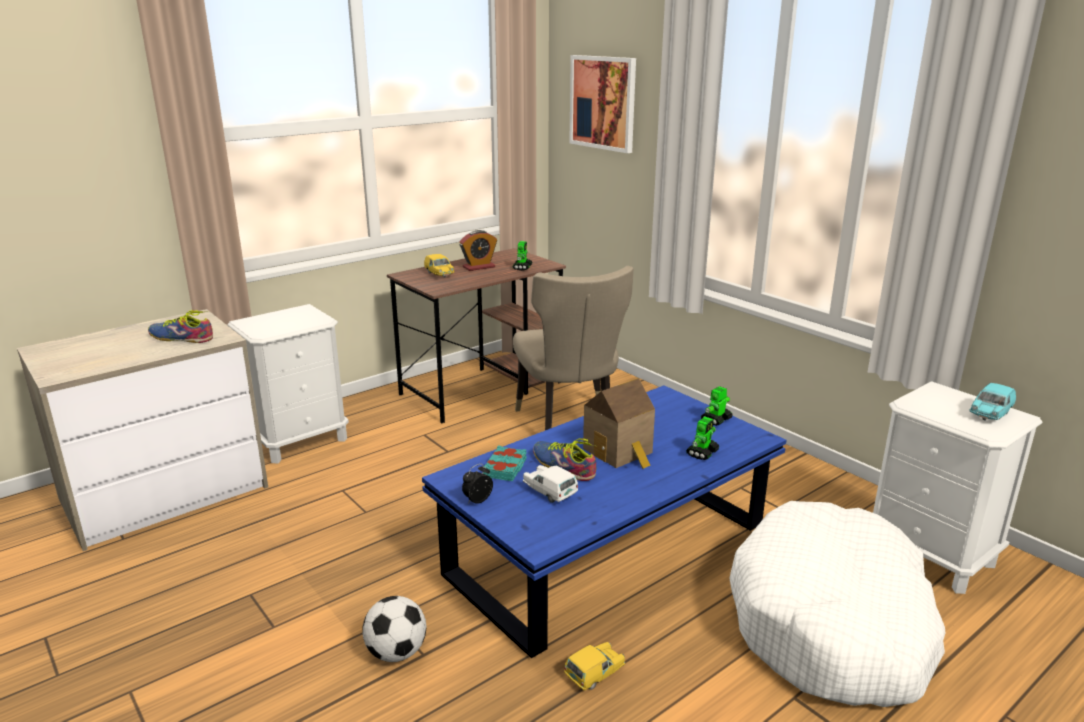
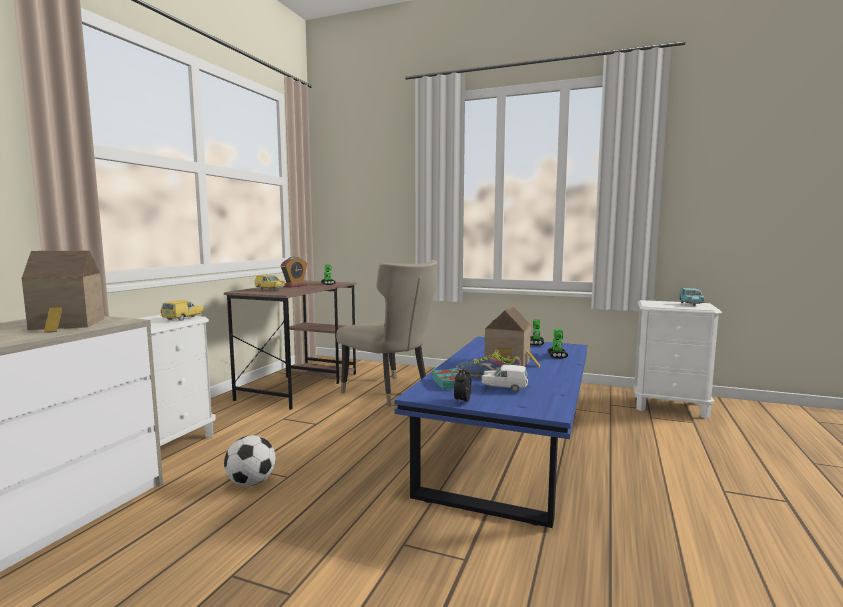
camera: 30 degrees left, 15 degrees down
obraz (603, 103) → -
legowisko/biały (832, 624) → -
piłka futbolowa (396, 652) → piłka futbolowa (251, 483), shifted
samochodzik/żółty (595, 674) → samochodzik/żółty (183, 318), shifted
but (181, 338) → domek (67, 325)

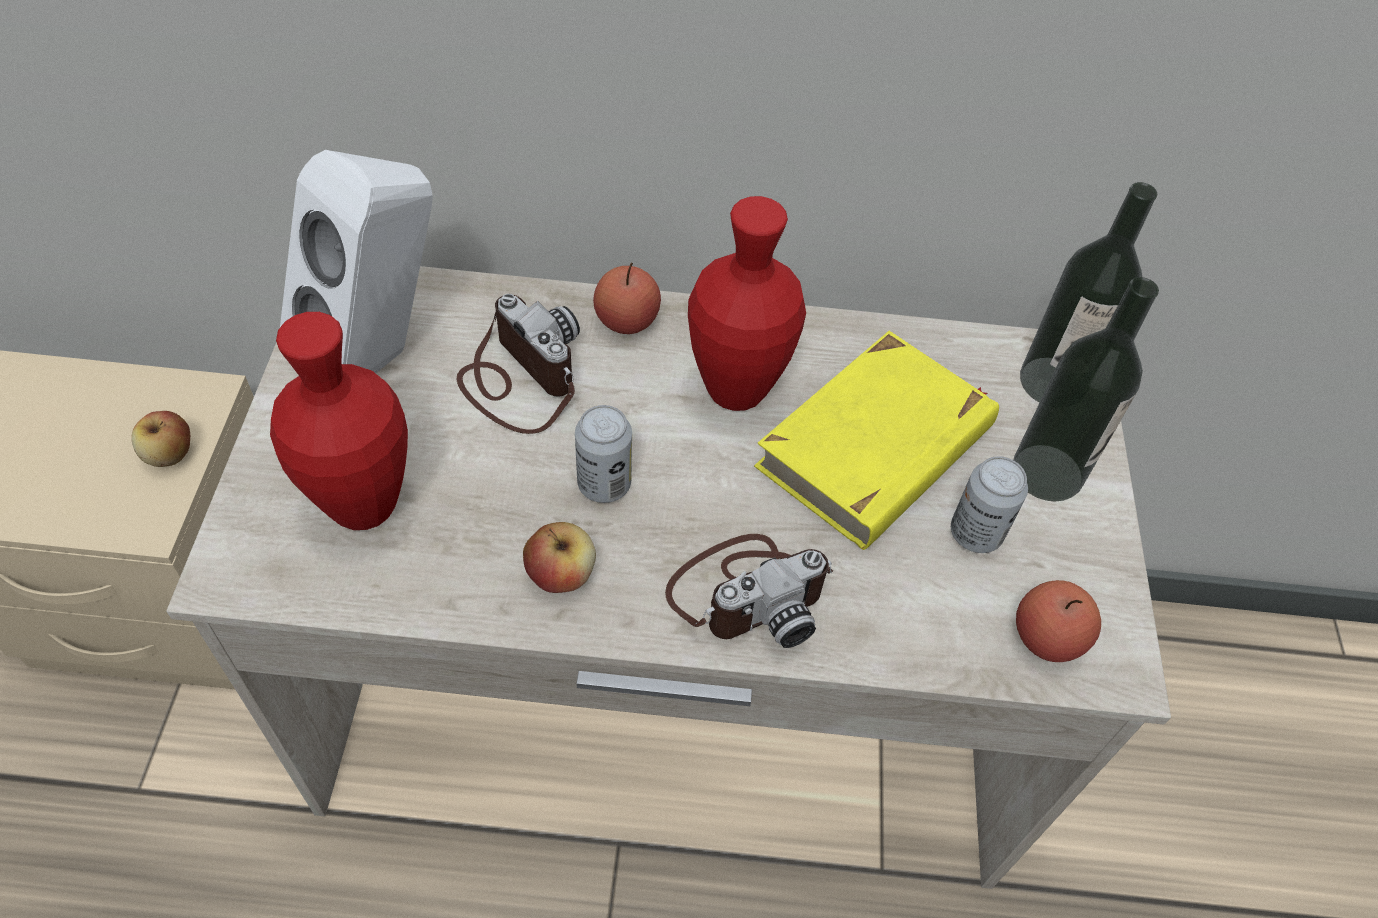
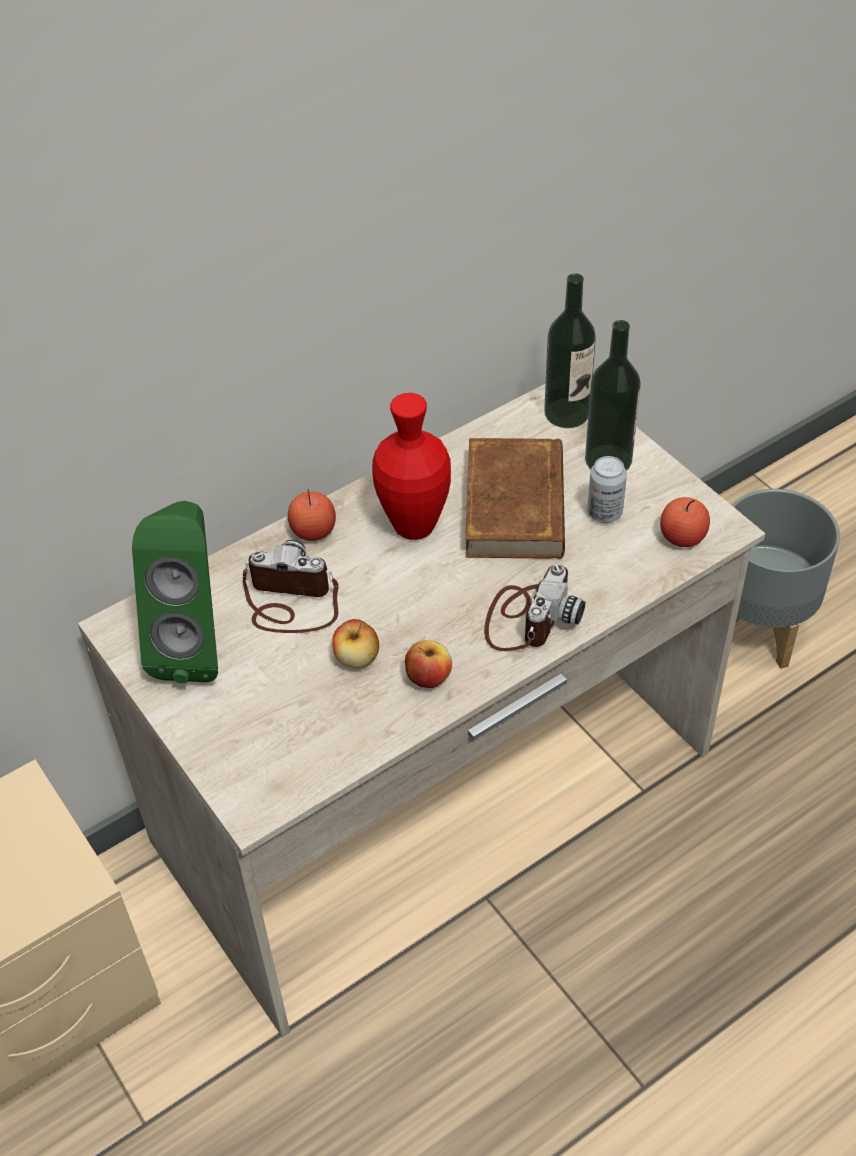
camera: 35 degrees left, 5 degrees down
wazon/czerwony (364, 506) → -
puszka (604, 484) → -
- → donica/szary (760, 628)
jabłko (170, 454) → jabłko (357, 658), shifted
głośnik/biały (382, 356) → głośnik/zielony (196, 645)
książka/żółty (877, 448) → książka/brązowy (516, 505)

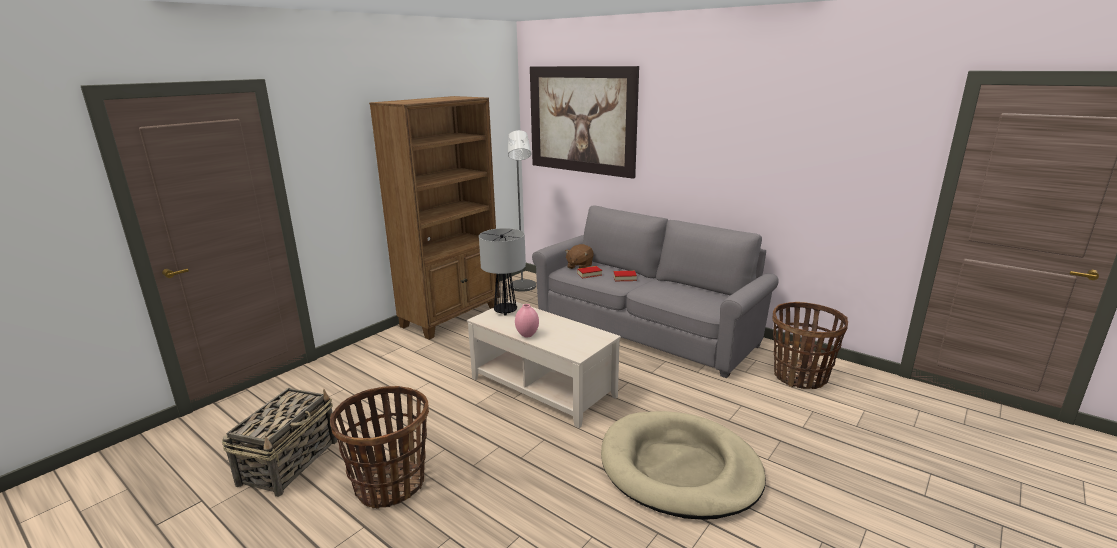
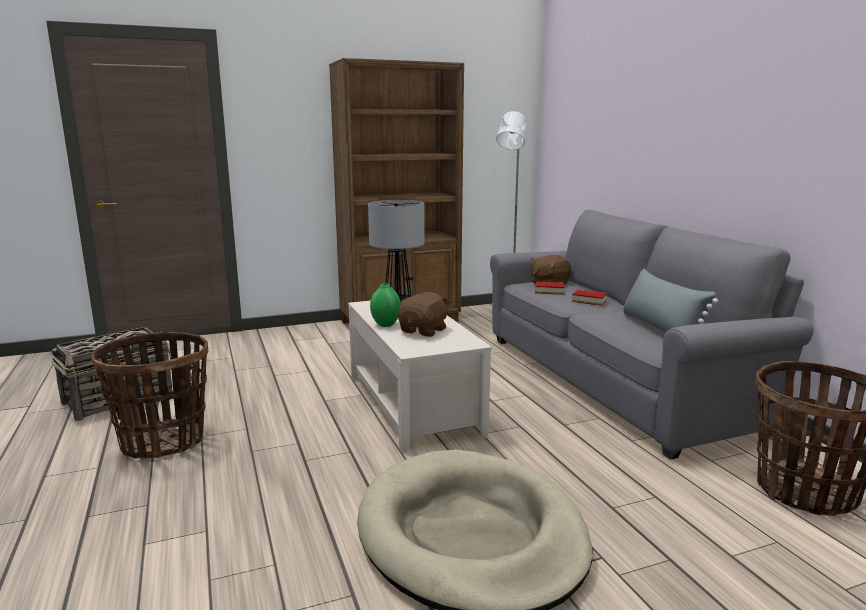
camera: 30 degrees right, 5 degrees down
obraz (581, 120) → -
- → pluszak/brązowy (424, 331)
- → poduszka/szary (660, 329)
wazon/różowy (527, 335) → wazon/zielony (385, 324)

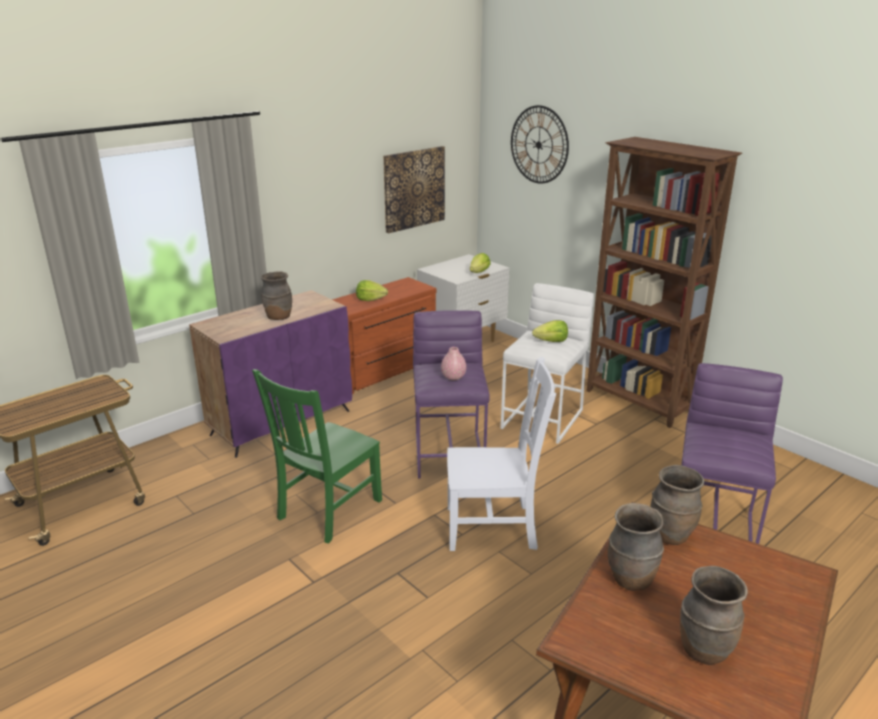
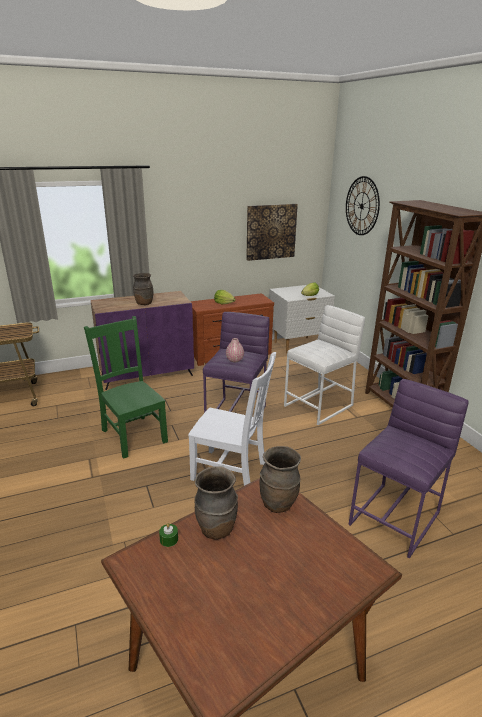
camera: 20 degrees right, 0 degrees up
sałata (551, 341) → -
wazon/brązowy (704, 649) → -
- → świeca/zielony (169, 539)
krzesło/zielony (327, 511) → krzesło/zielony (133, 434), 90 degrees clockwise

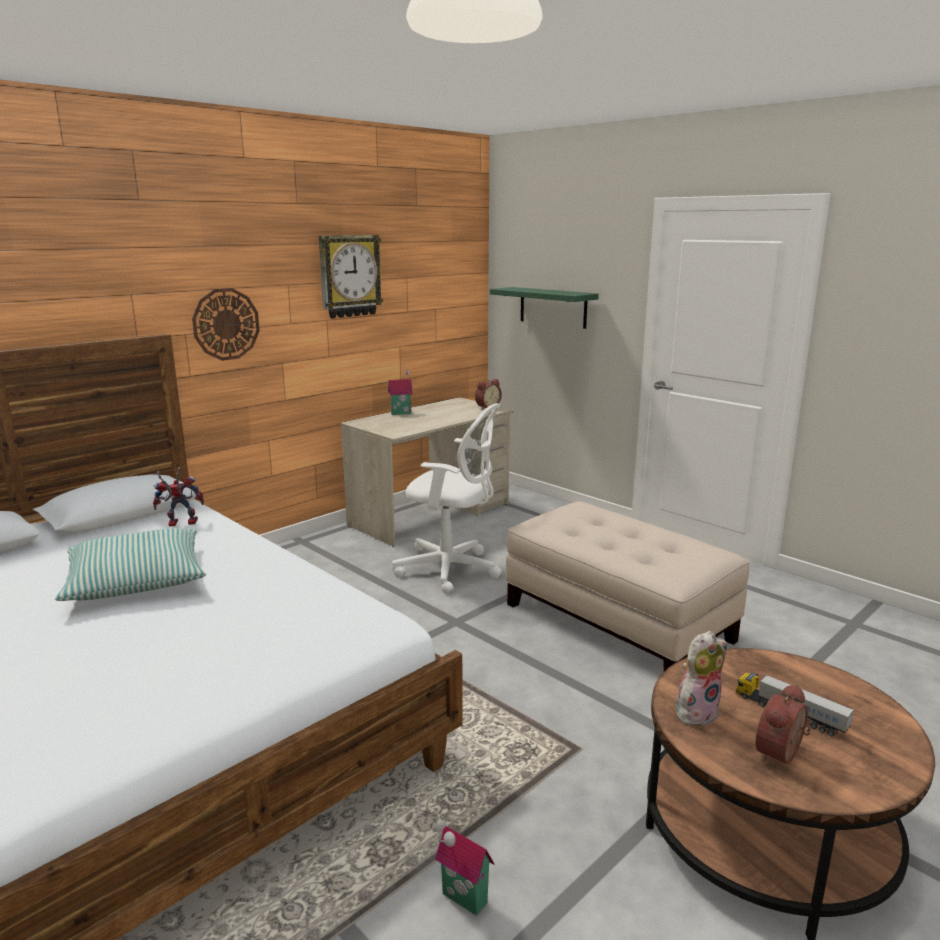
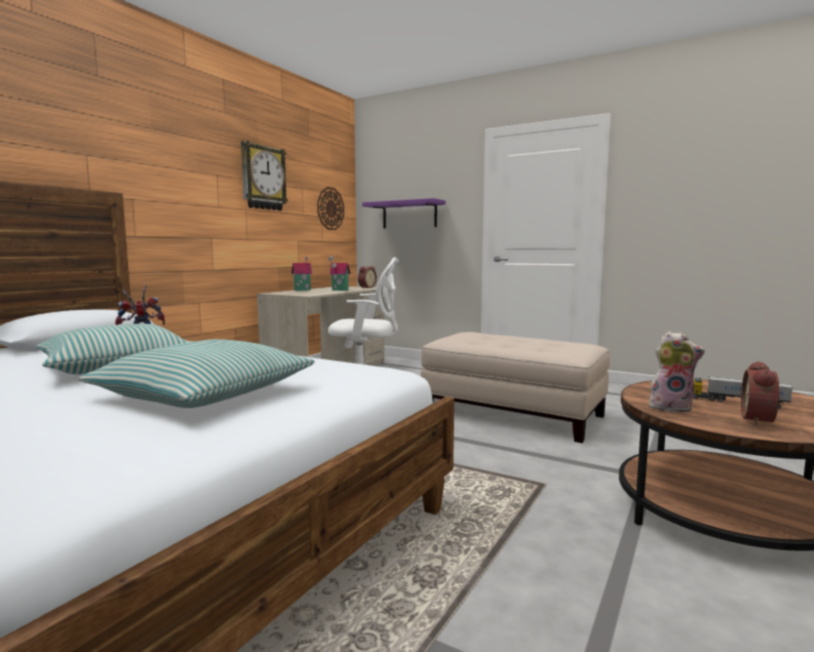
camera: 15 degrees left, 10 degrees down
- → poduszka (204, 394)
zegar ścienny (226, 324) → zegar ścienny (330, 208), shifted
domek (462, 900) → domek (339, 290), shifted
półka/zielony (553, 307) → półka/fioletowy (409, 215)
pluszak (696, 712) → pluszak (671, 407), 60 degrees clockwise

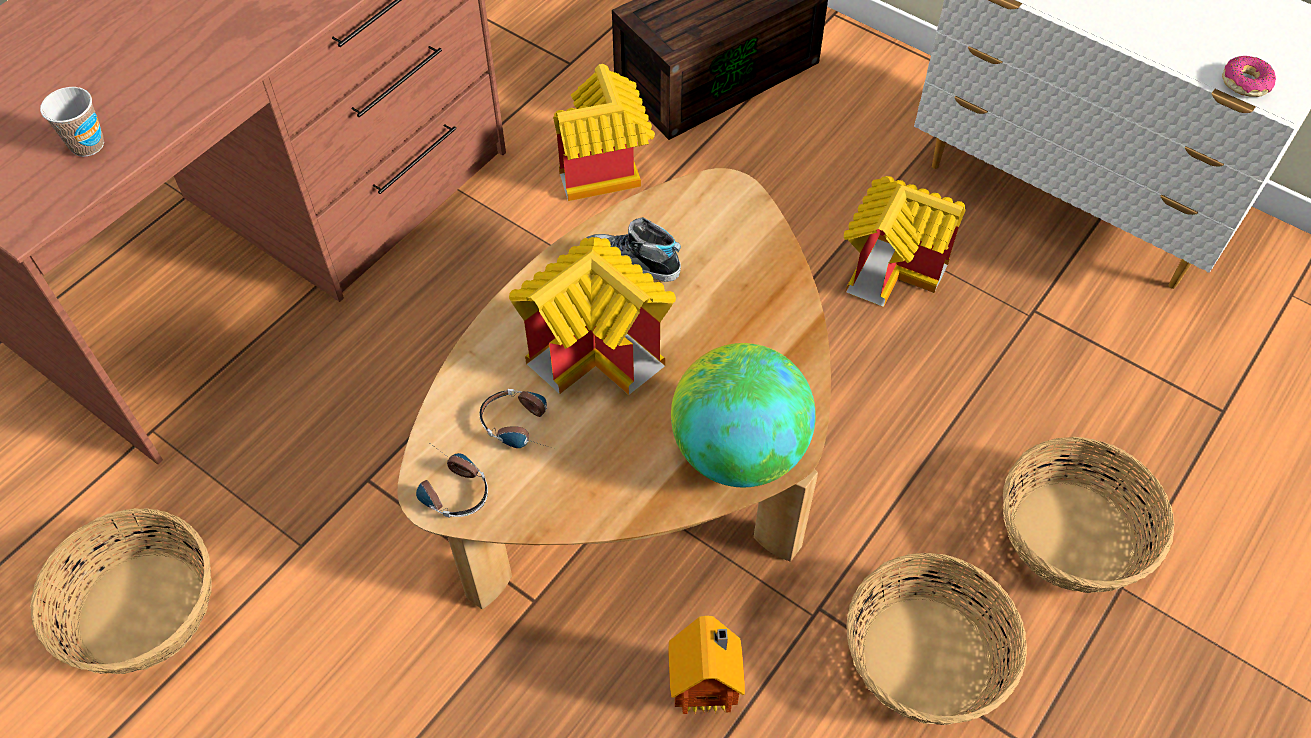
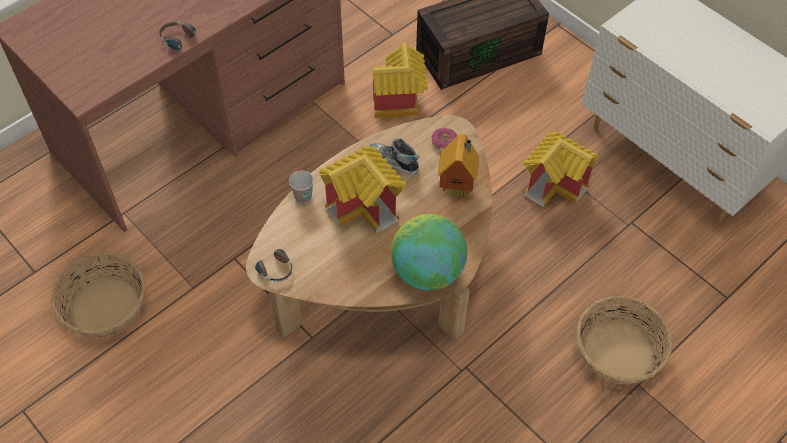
camera: 10 degrees right, 0 degrees up
koszyk (925, 658) → -
filiżanka (87, 145) → filiżanka (303, 196), shifted
słuchawki (524, 426) → słuchawki (182, 41), shifted
domek (707, 692) → domek (458, 188), shifted
donut (1245, 83) → donut (444, 142), shifted

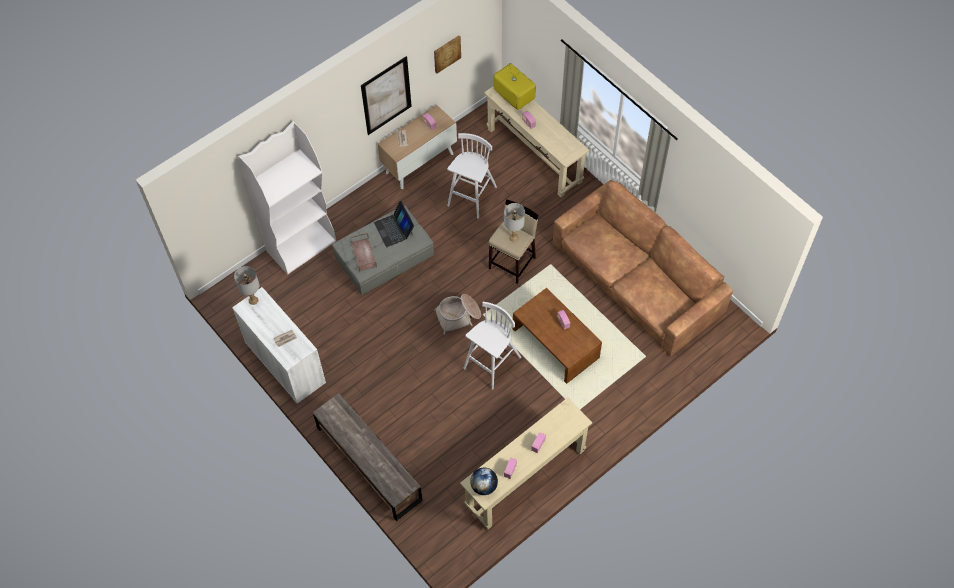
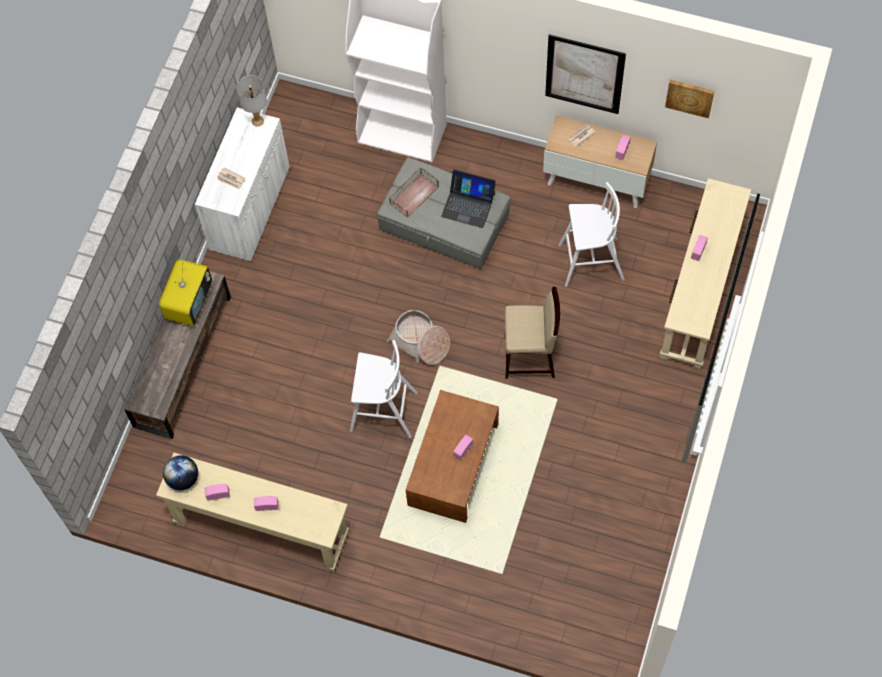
camera: 60 degrees right, 5 degrees up
lampa stołowa/szary (513, 237) → -
kanapa/brązowy (636, 279) → -
telewizor (513, 97) → telewizor (189, 302), shifted
laptop (394, 229) → laptop (468, 205), 105 degrees counterclockwise

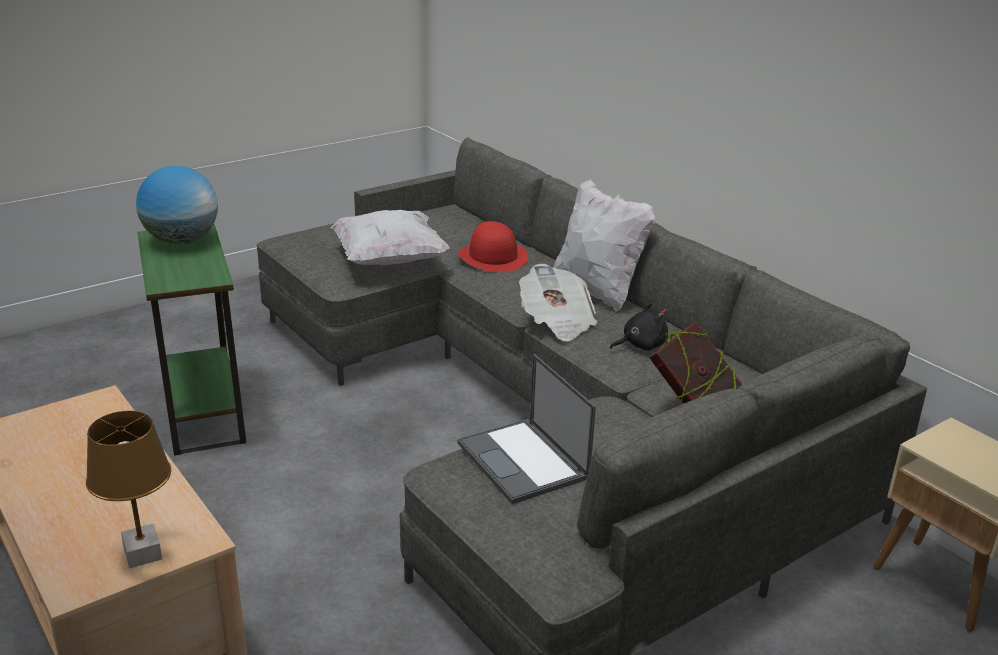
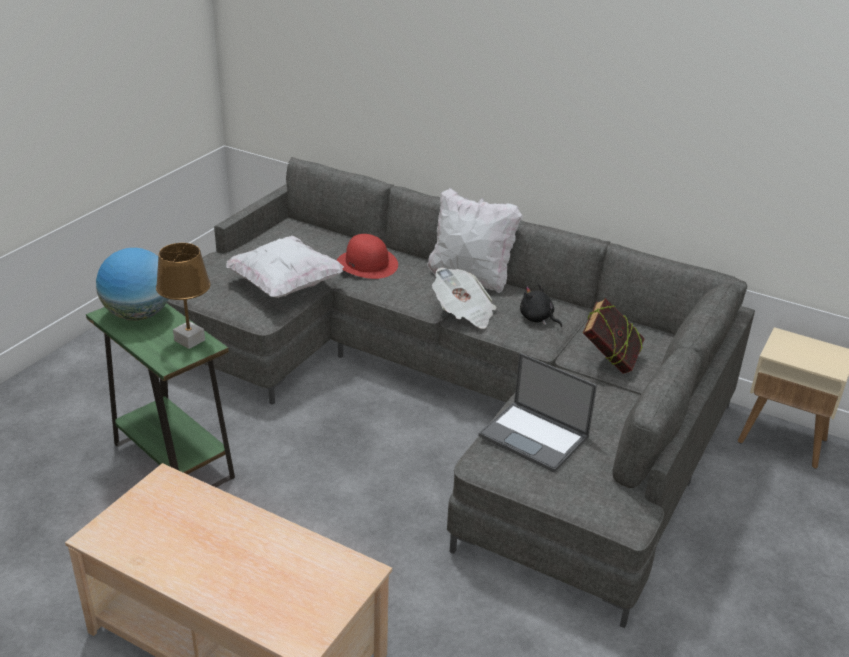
camera: 25 degrees left, 5 degrees up
lampa stołowa/brązowy (142, 553) → lampa stołowa/brązowy (189, 340), shifted
pluszak/czarny (640, 345) → pluszak/czarny (537, 318), 90 degrees counterclockwise

